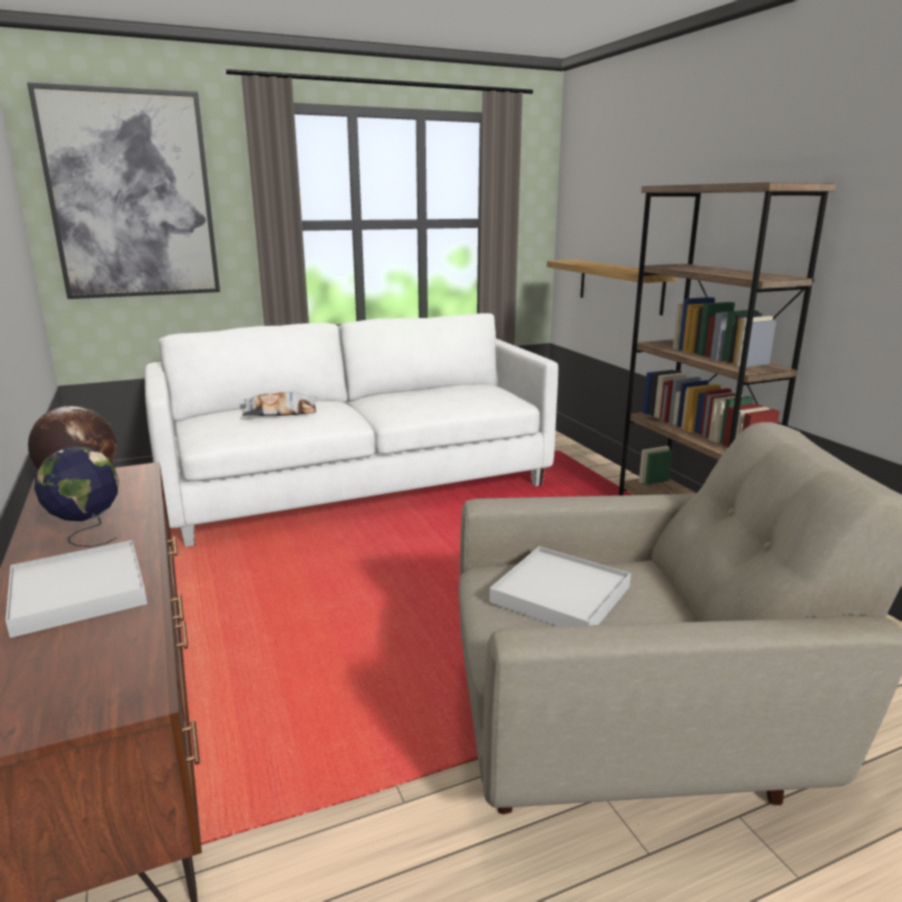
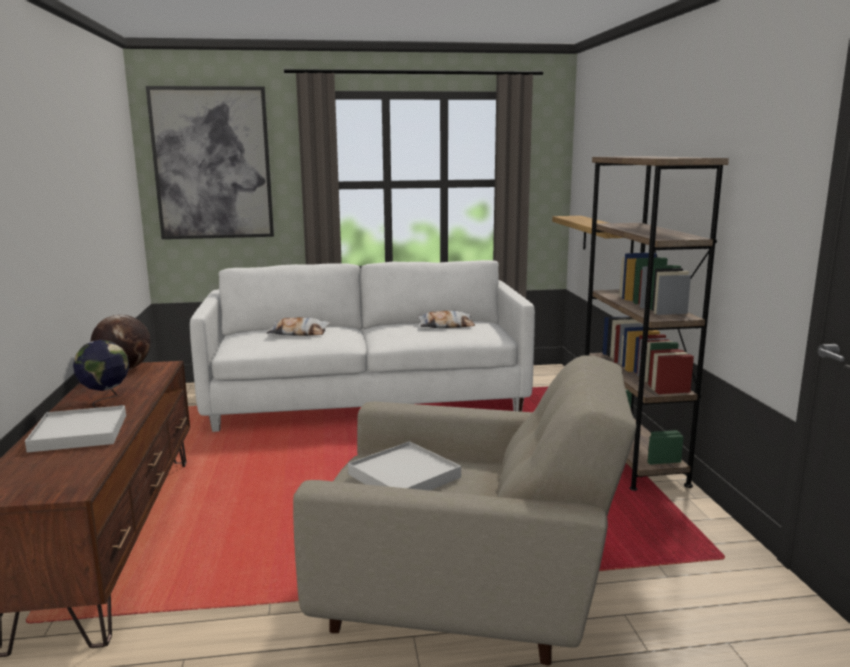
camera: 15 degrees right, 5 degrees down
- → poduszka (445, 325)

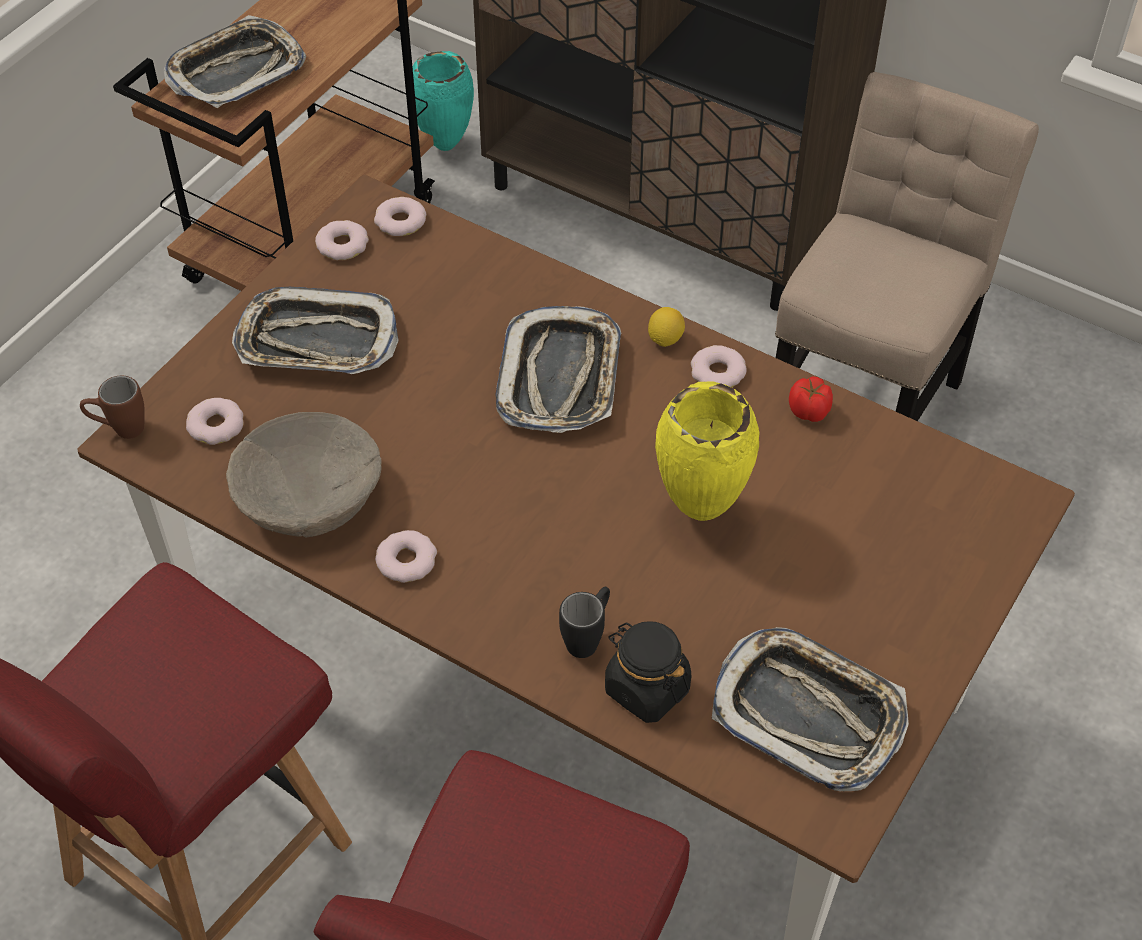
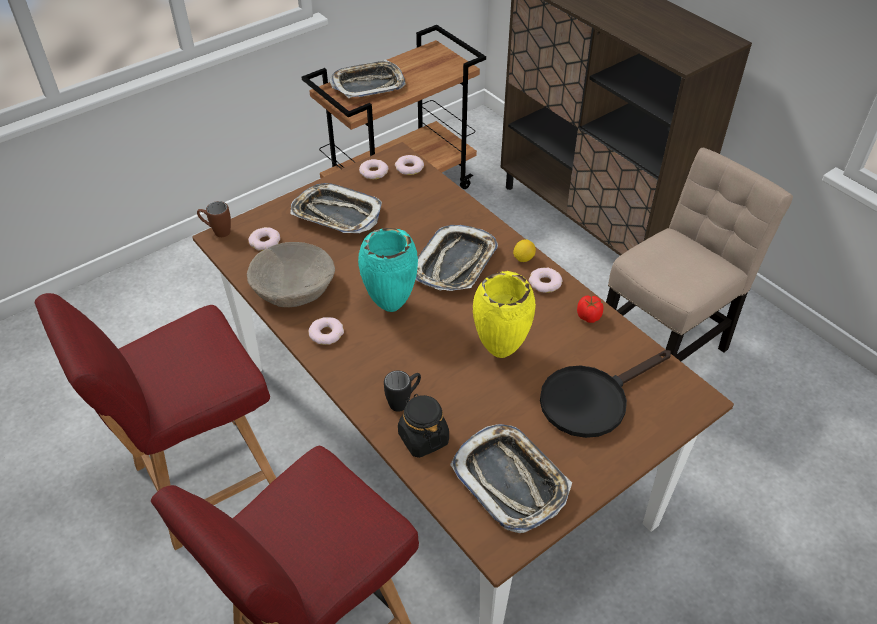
camera: 20 degrees right, 5 degrees down
- → patelnia/czarny (592, 399)
wazon/turkusowy (444, 145) → wazon/turkusowy (390, 306), shifted

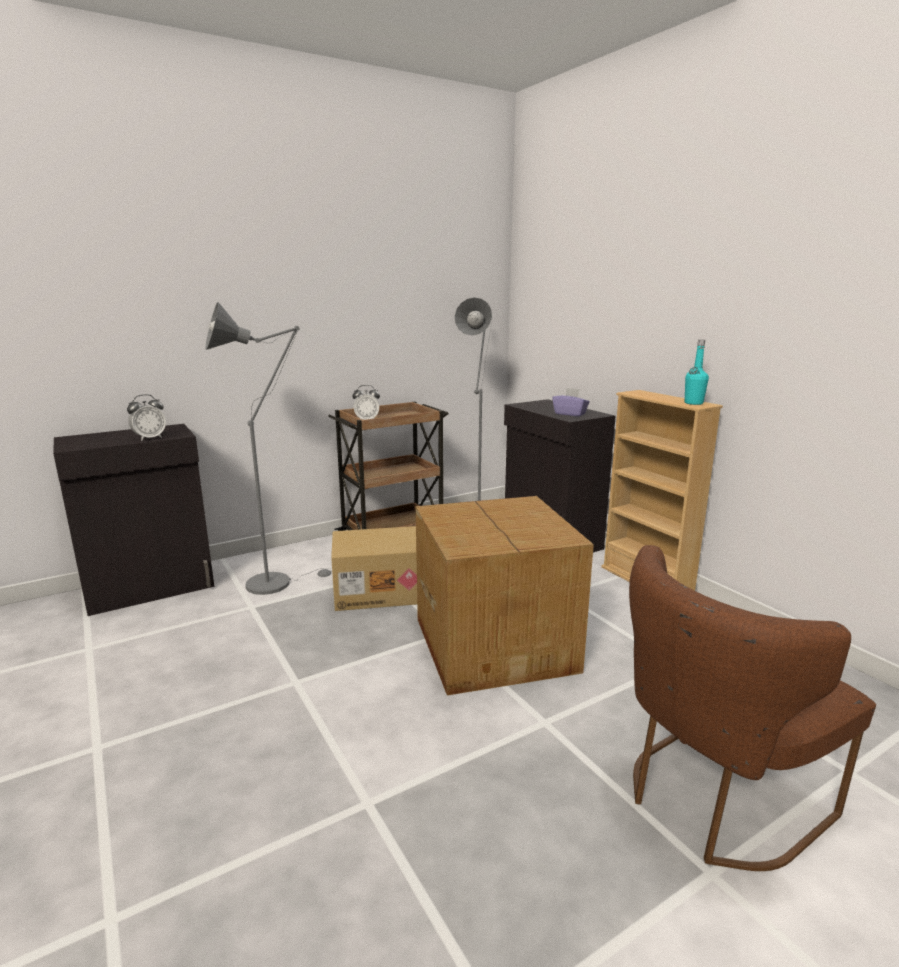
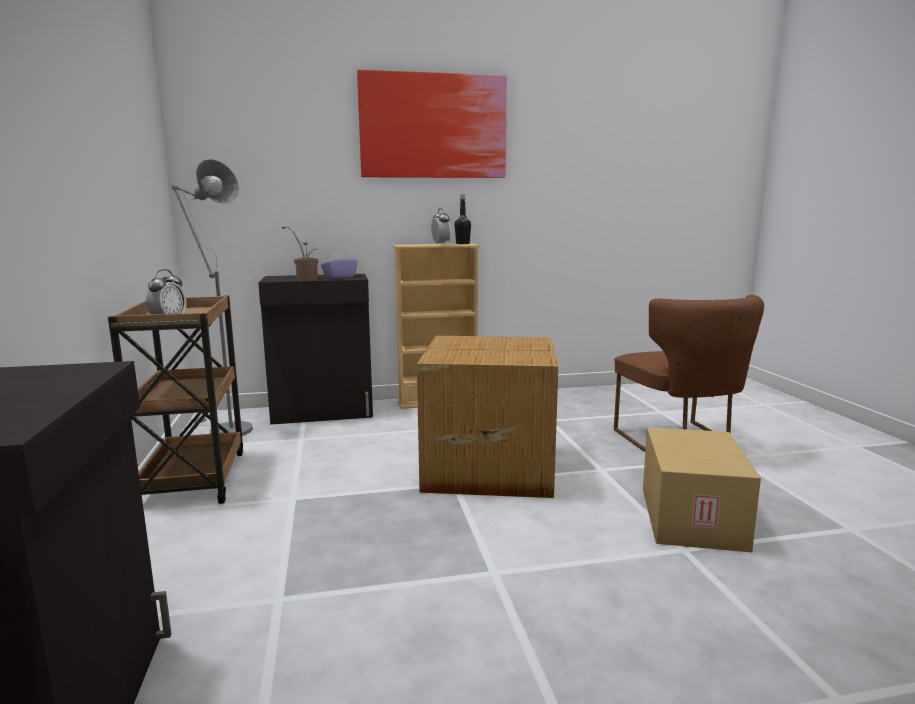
camera: 70 degrees left, 5 degrees down
lampa stojąca/szary (276, 582) → -
- → roślina doniczkowa (305, 279)
- → obraz (433, 126)
budzik (150, 438) → budzik (441, 244), shifted
karton (380, 591) → karton (689, 517), shifted
butelka/turkusowy (693, 403) → butelka/czarny (462, 244)

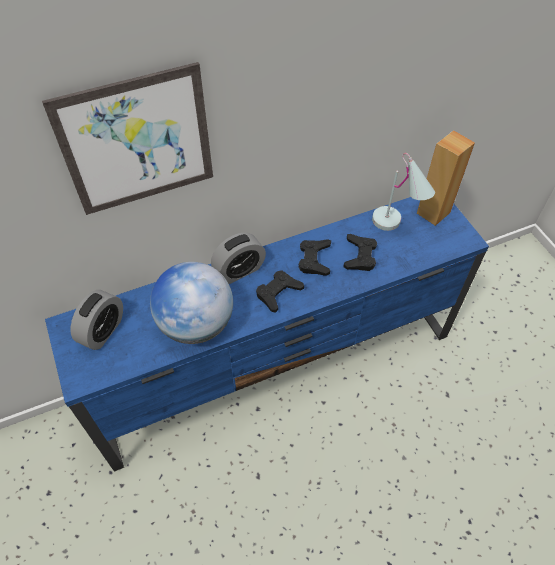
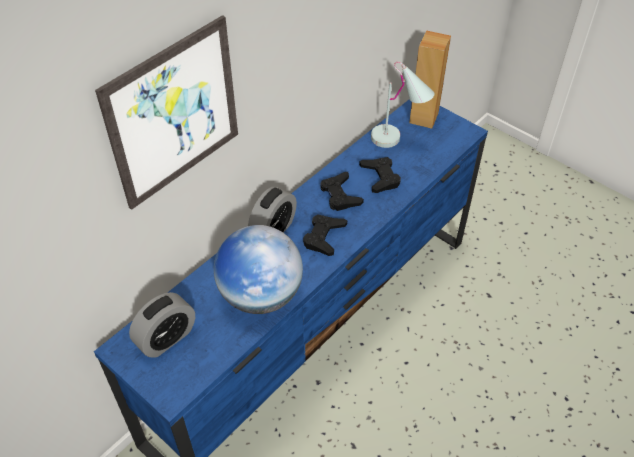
camera: 25 degrees left, 5 degrees down
budzik (103, 331) → budzik (166, 338), 45 degrees clockwise

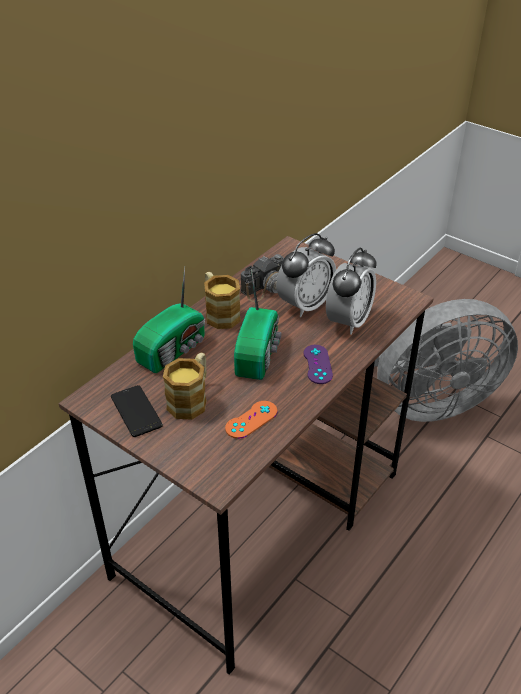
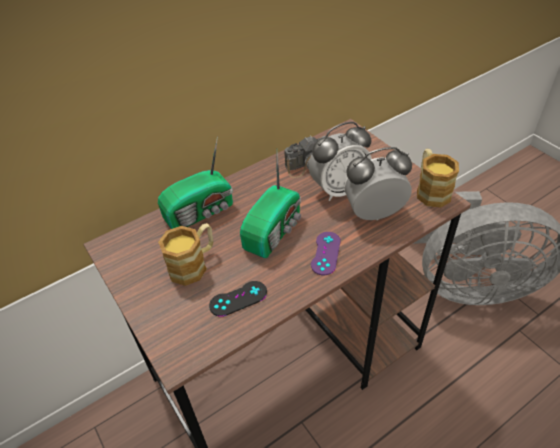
camera: 20 degrees right, 5 degrees up
telefon (136, 411) → -
kubek (219, 313) → kubek (430, 190), shifted
pad do gier/pomarańczowy (251, 420) → pad do gier/czarny (238, 298)
budzik (348, 321) → budzik (374, 213), 150 degrees counterclockwise

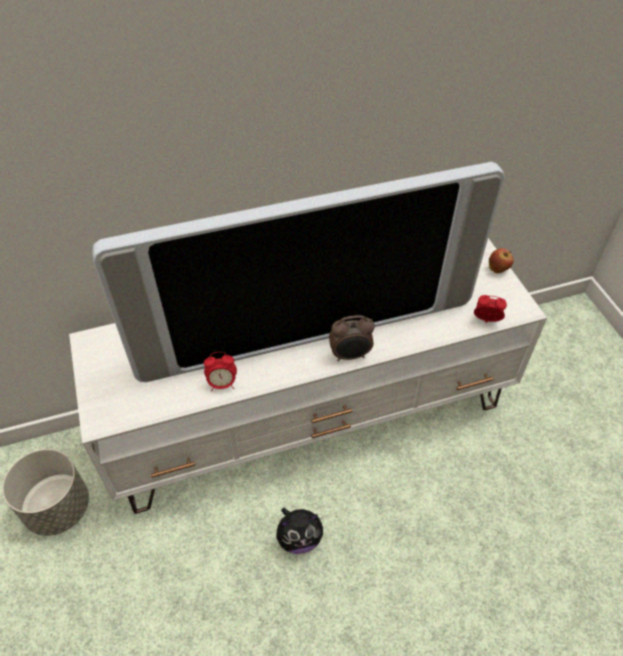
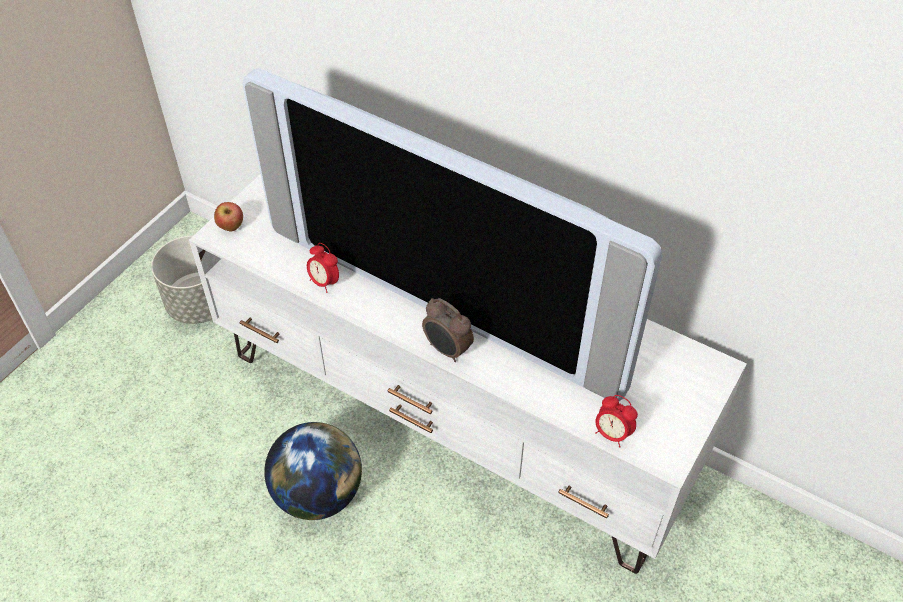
camera: 50 degrees right, 0 degrees up
jabłko (498, 269) → jabłko (231, 227), shifted
pluszak (299, 538) → globus (318, 494)
budzik (486, 321) → budzik (612, 434), 150 degrees clockwise

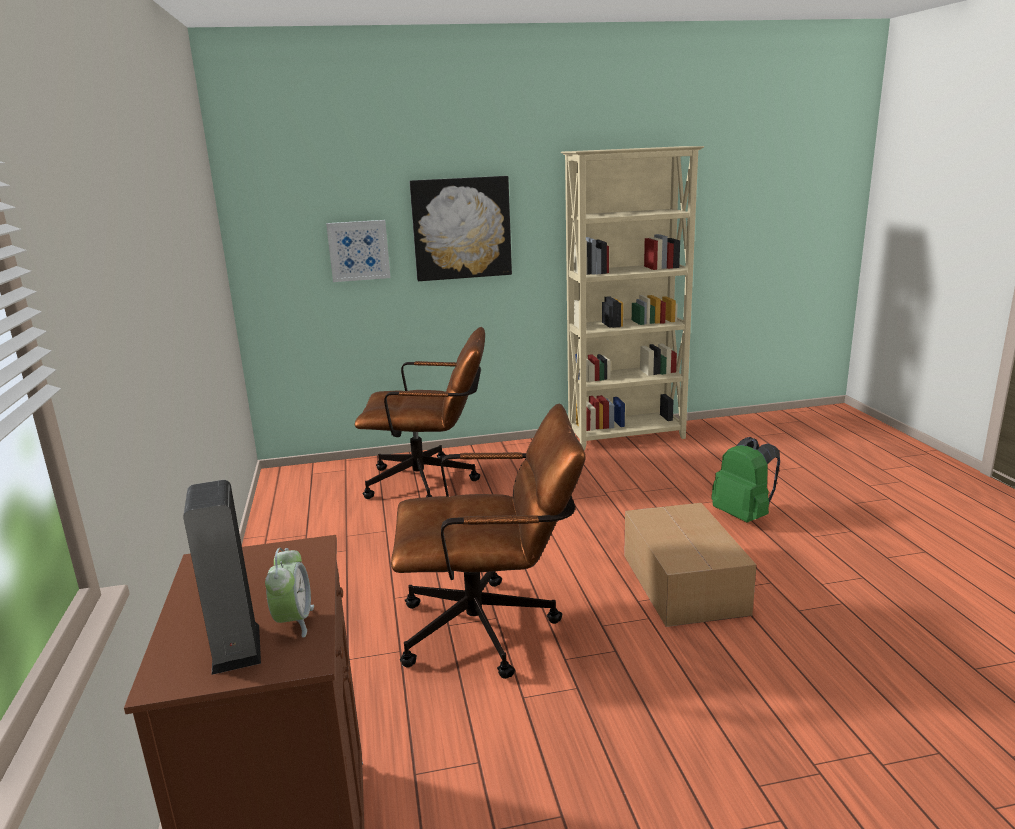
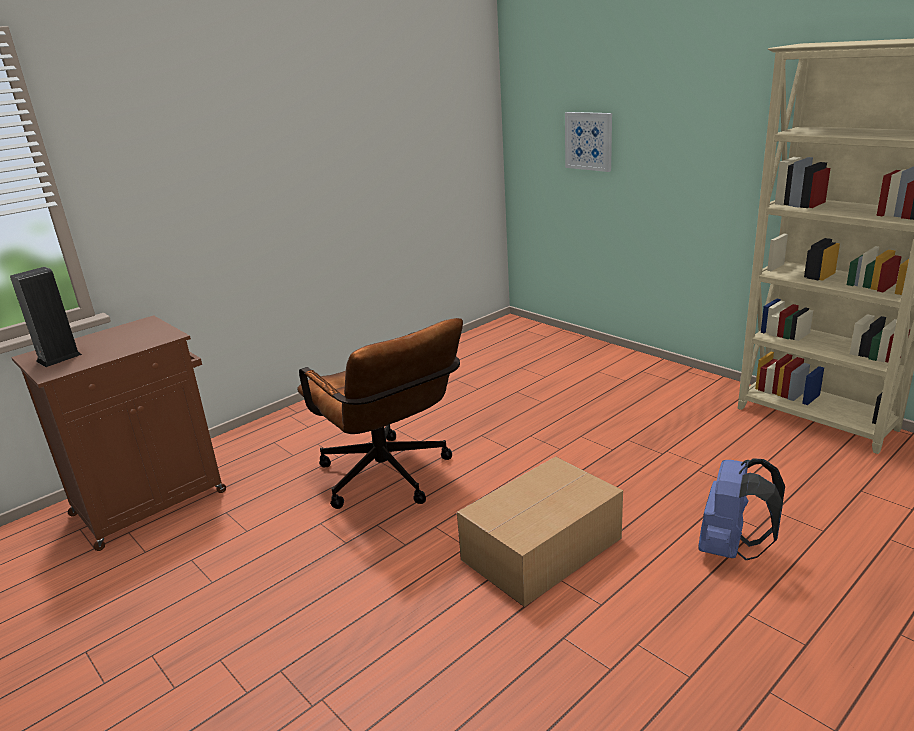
camera: 60 degrees right, 5 degrees up
budzik (293, 621) → -
krzesło biurowe/brązowy (431, 482) → -
obraz (461, 228) → -
plecak/zielony (744, 516) → plecak/niebieski (731, 549)

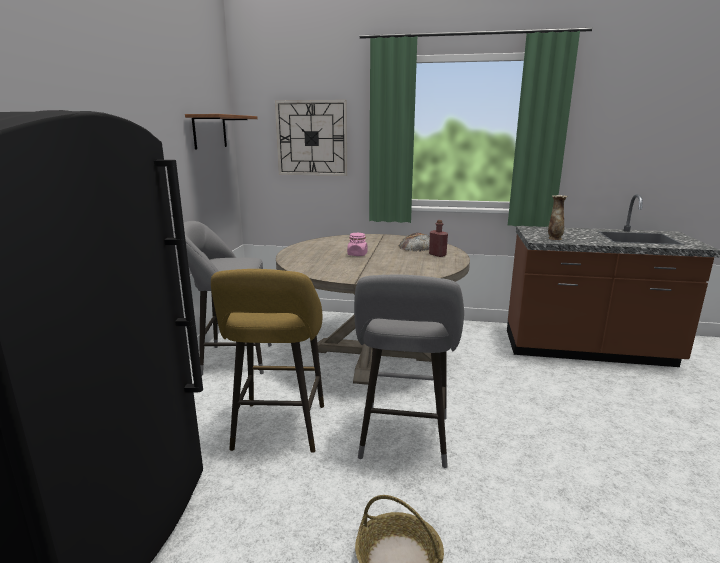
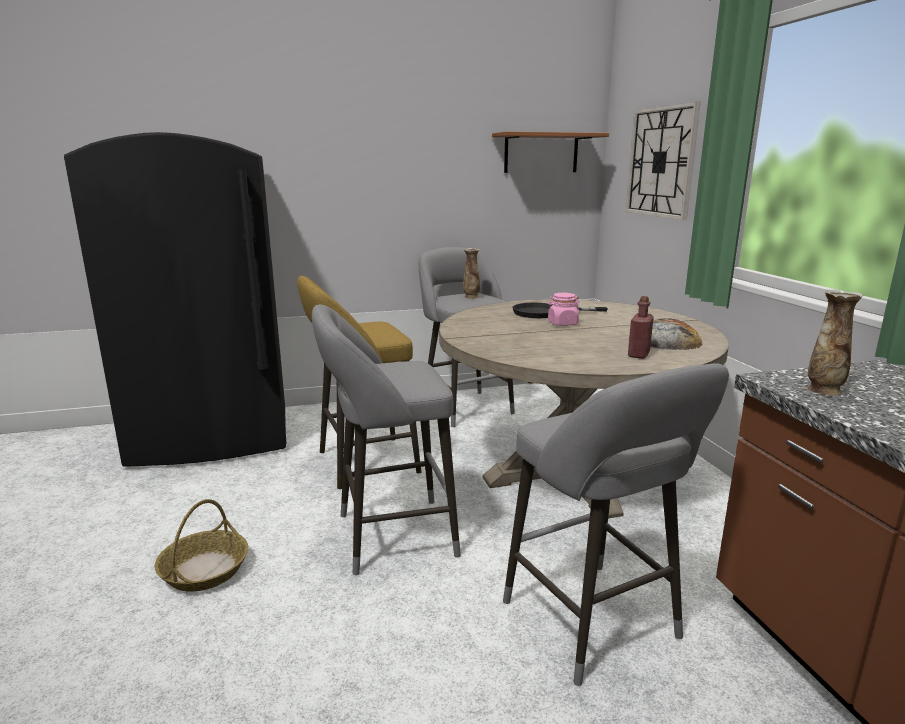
camera: 65 degrees right, 0 degrees up
- → wazon (471, 297)
- → stołek/szary (596, 625)
- → patelnia/czarny (546, 313)

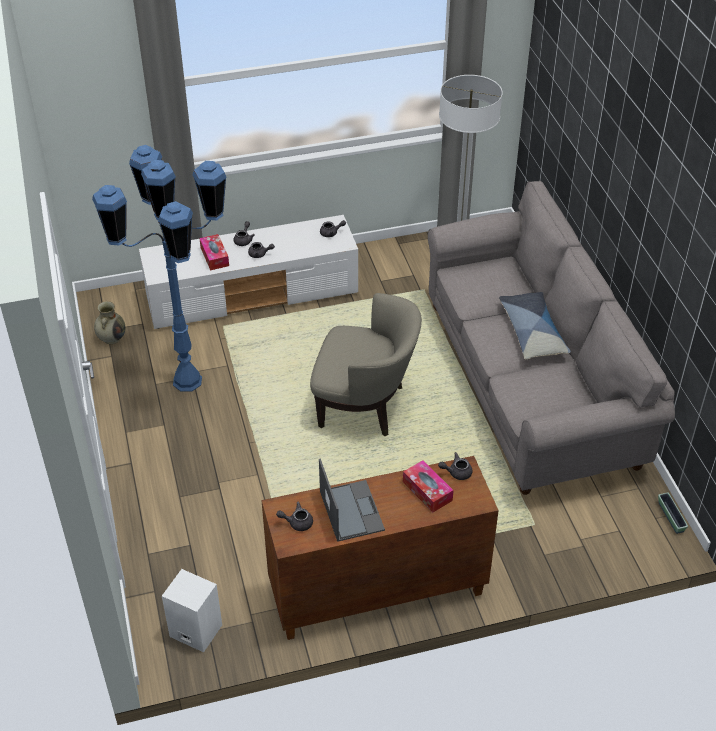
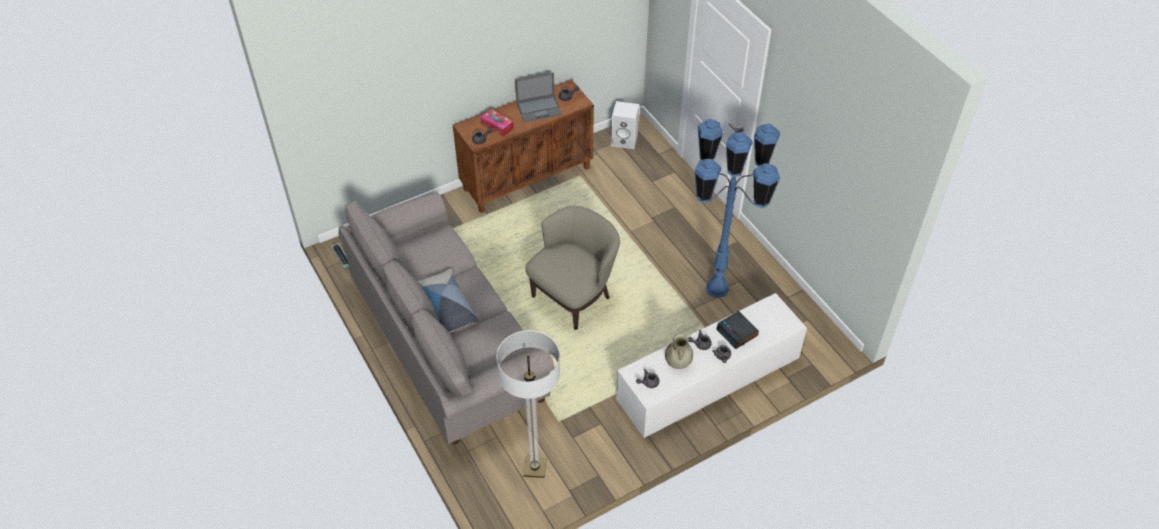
camera: 165 degrees right, 5 degrees up
wazon/beżowy (112, 338) → wazon/beżowy (678, 363), shifted
pudełko chusteczek (214, 257) → budzik (737, 333)
fotel/beżowy (365, 406) → fotel/beżowy (574, 296), 135 degrees clockwise
laptop (351, 510) → laptop (539, 108), 75 degrees counterclockwise

